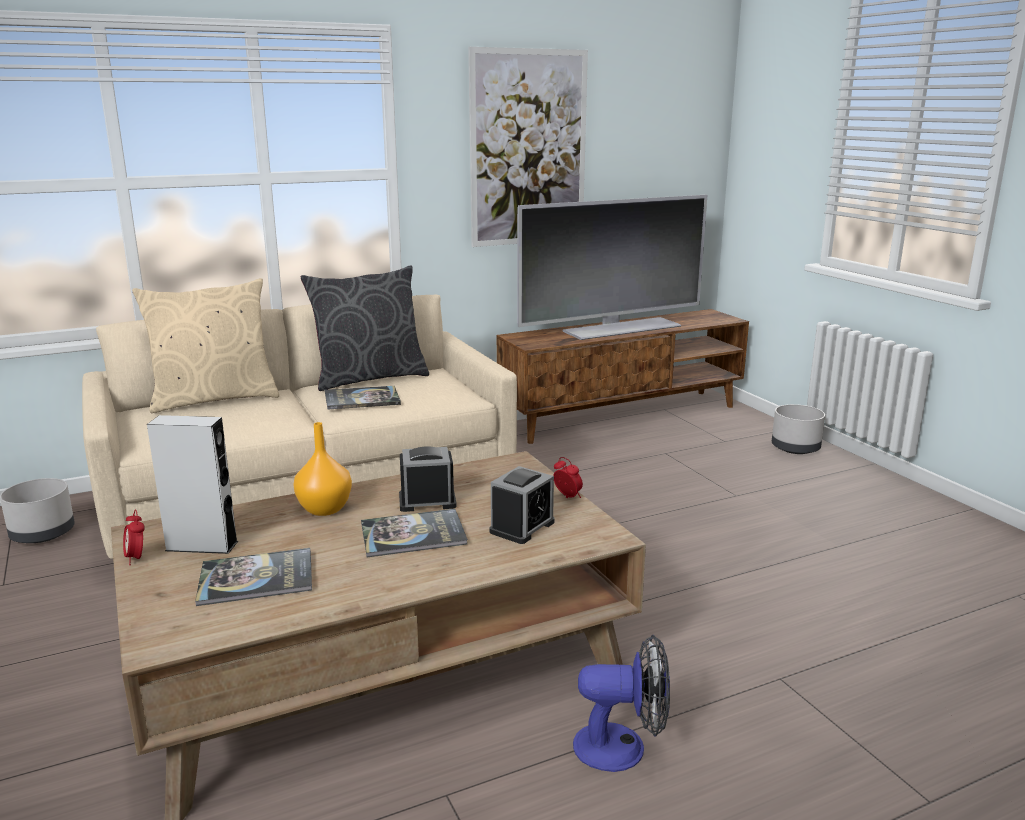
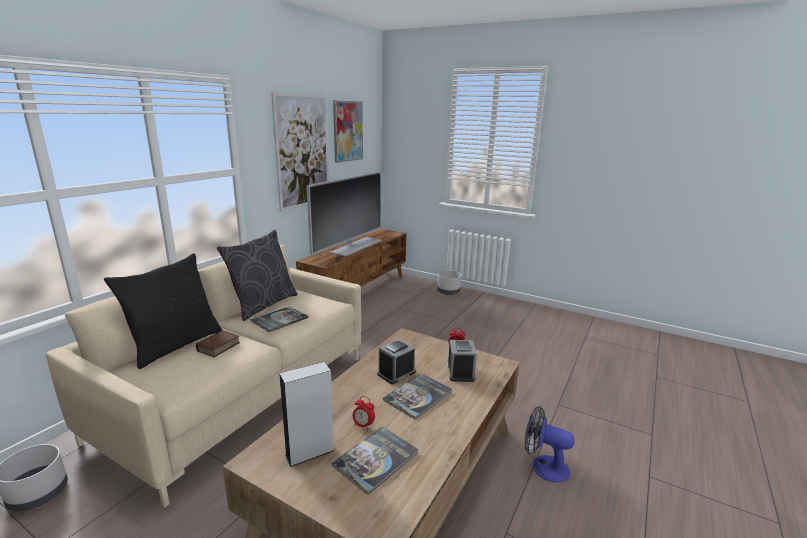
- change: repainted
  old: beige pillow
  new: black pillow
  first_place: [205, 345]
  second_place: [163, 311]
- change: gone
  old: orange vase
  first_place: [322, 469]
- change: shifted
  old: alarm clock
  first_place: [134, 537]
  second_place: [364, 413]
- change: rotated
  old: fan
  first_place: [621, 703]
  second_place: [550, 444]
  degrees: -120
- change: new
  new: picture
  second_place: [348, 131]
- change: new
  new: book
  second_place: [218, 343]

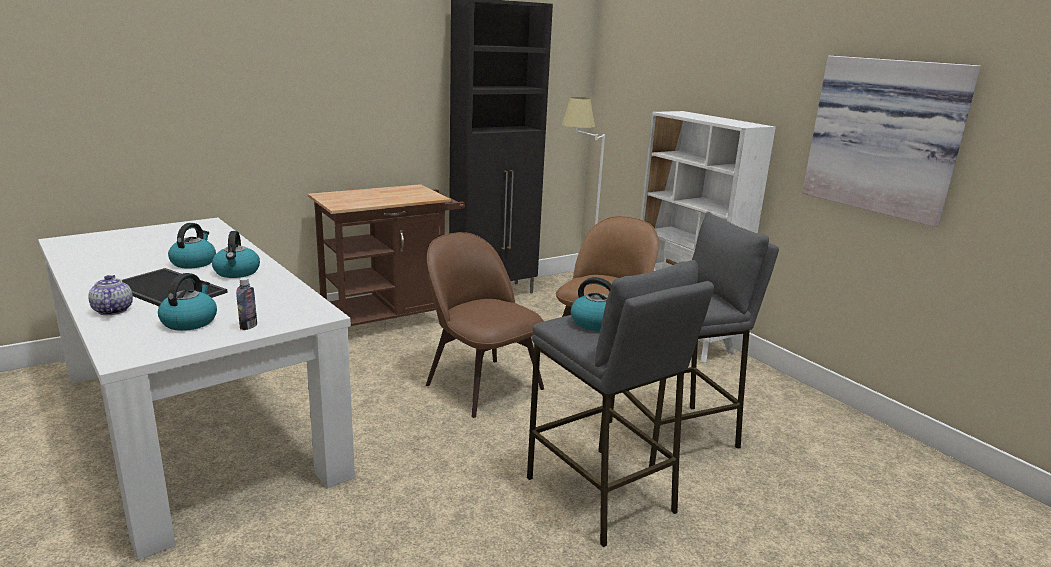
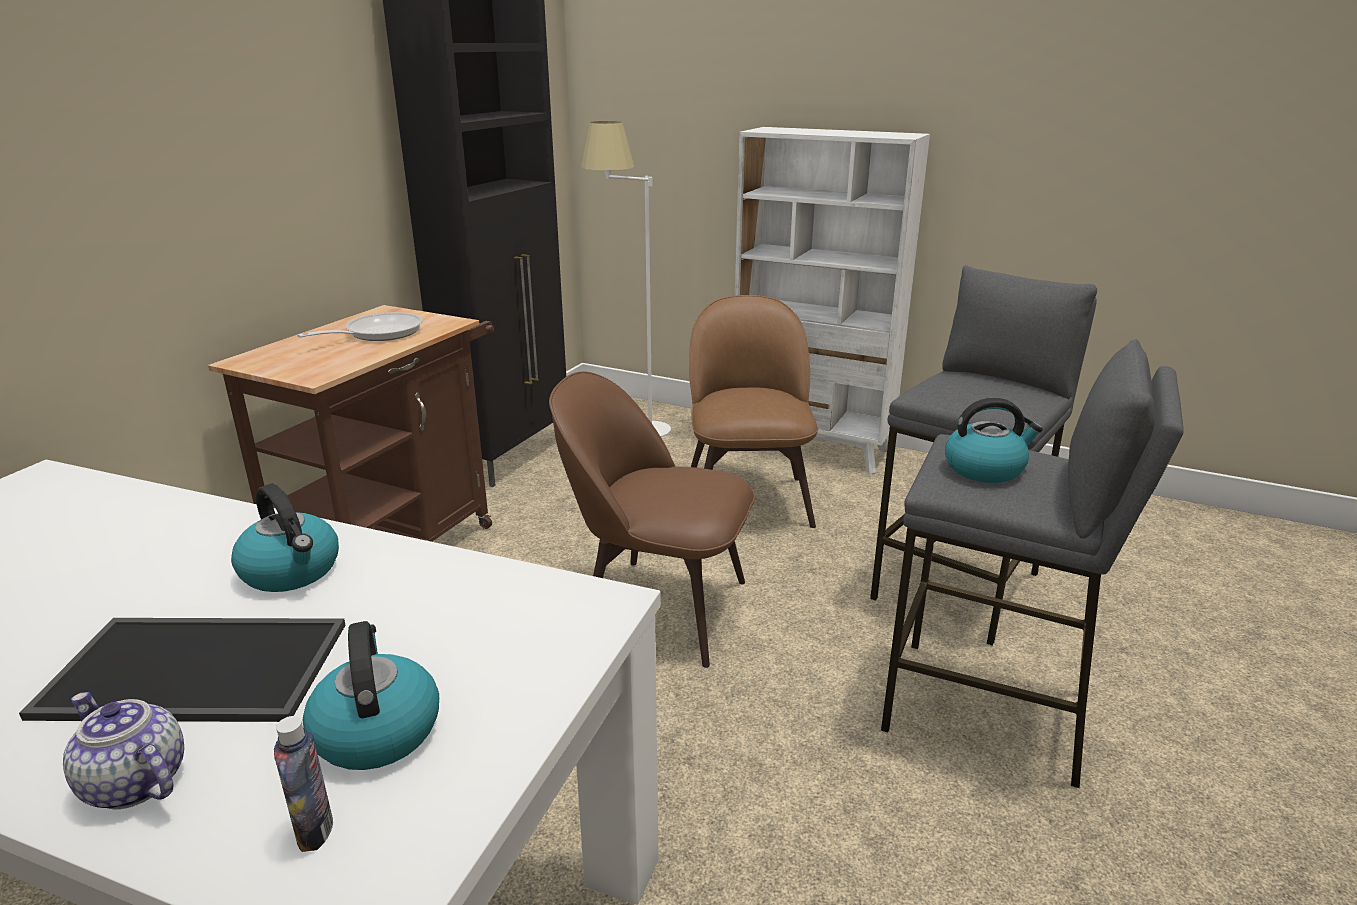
- change: gone
  old: picture
  first_place: [891, 141]
- change: gone
  old: kettle
  first_place: [192, 246]
- change: shifted
  old: bottle
  first_place: [246, 304]
  second_place: [303, 784]
- change: new
  new: frying pan
  second_place: [360, 326]

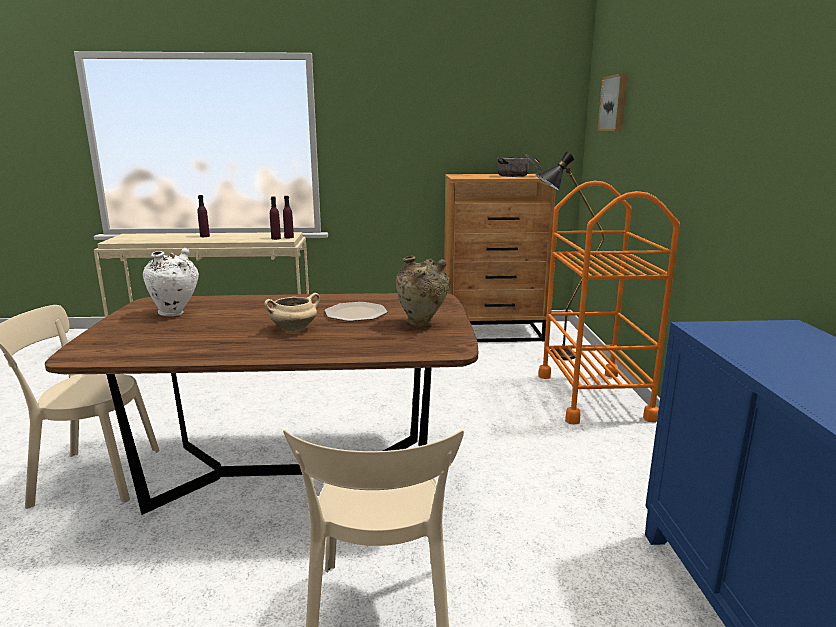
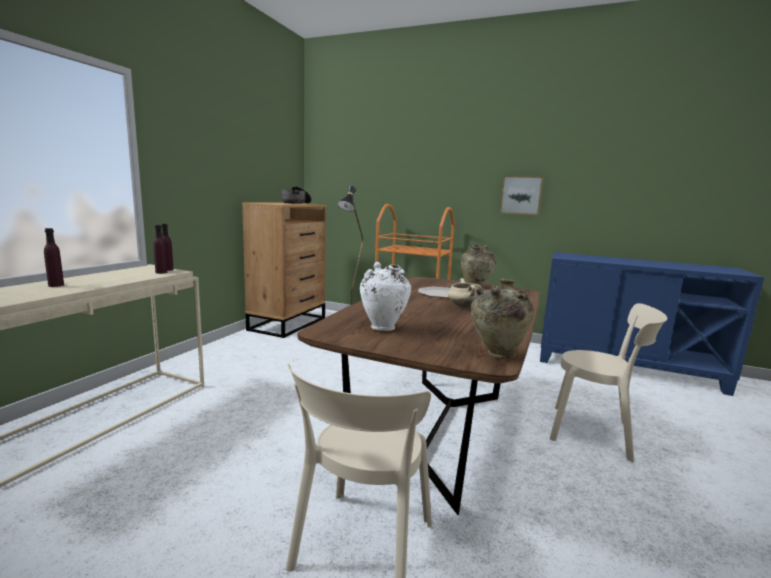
- change: shifted
  old: picture
  first_place: [612, 102]
  second_place: [521, 195]
- change: new
  new: beige vase
  second_place: [502, 319]

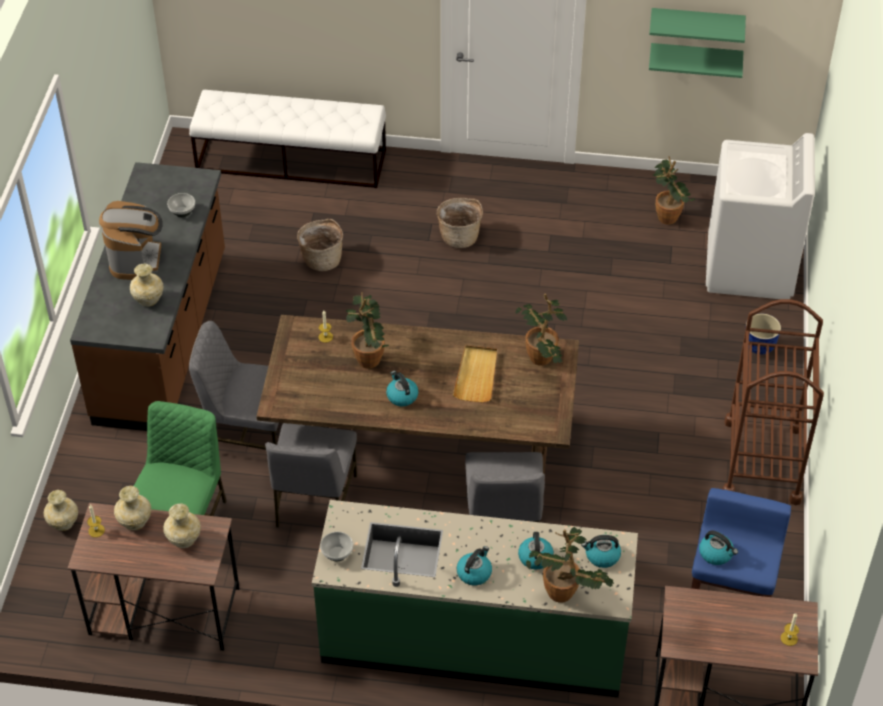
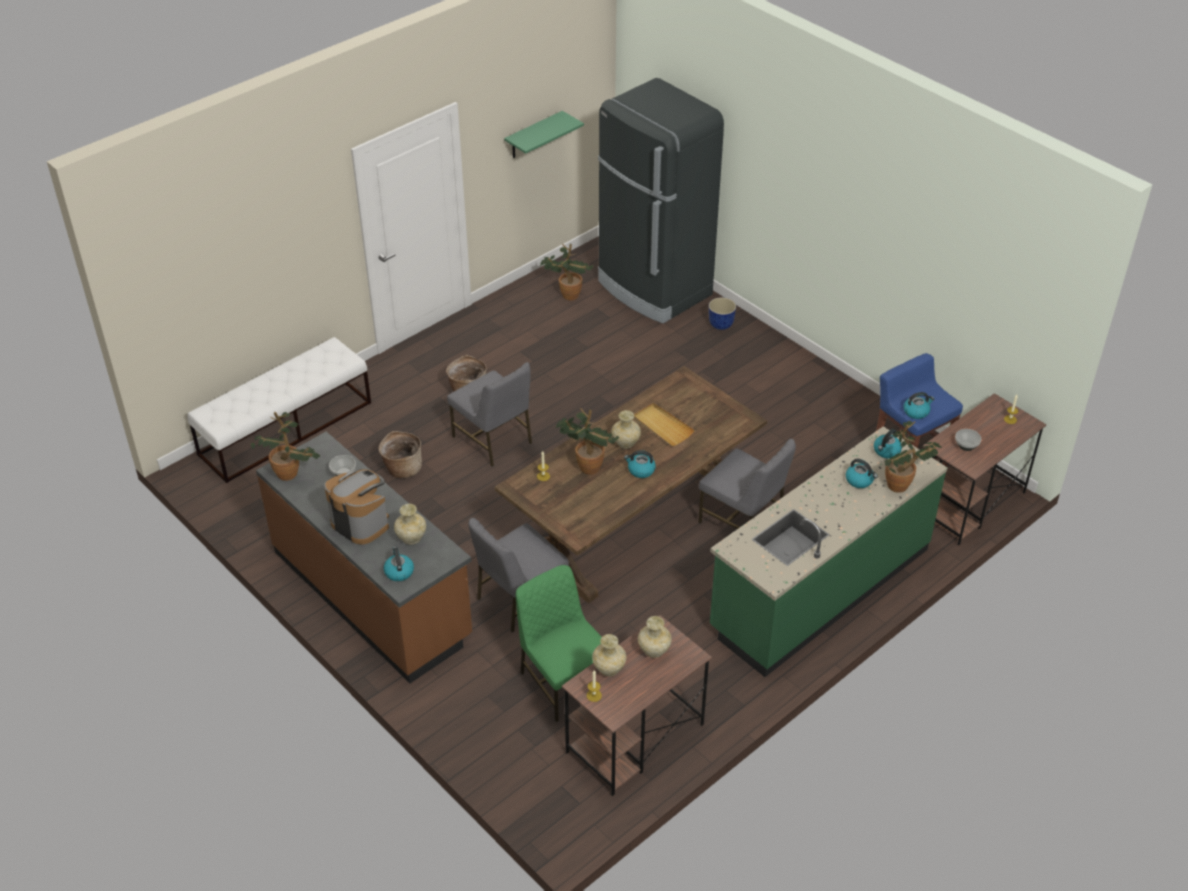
- change: gone
  old: green shelf
  first_place: [696, 60]
- change: swapped
  old: white washing machine
  new: black fridge
  first_place: [760, 216]
  second_place: [661, 201]
- change: shifted
  old: potted plant
  first_place: [541, 329]
  second_place: [285, 446]
- change: gone
  old: brown cart
  first_place: [773, 402]
- change: shifted
  old: grey chair
  first_place: [311, 475]
  second_place: [489, 414]
- change: shifted
  old: beige vase
  first_place: [61, 510]
  second_place: [626, 429]
- change: shifted
  old: bowl
  first_place: [336, 546]
  second_place: [968, 440]
- change: shifted
  old: kettle
  first_place: [474, 566]
  second_place: [399, 564]

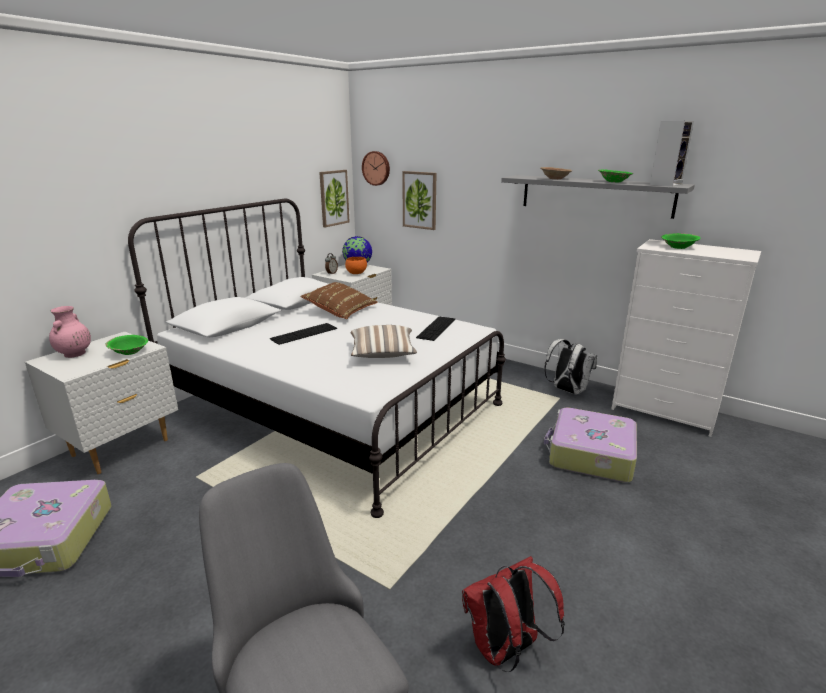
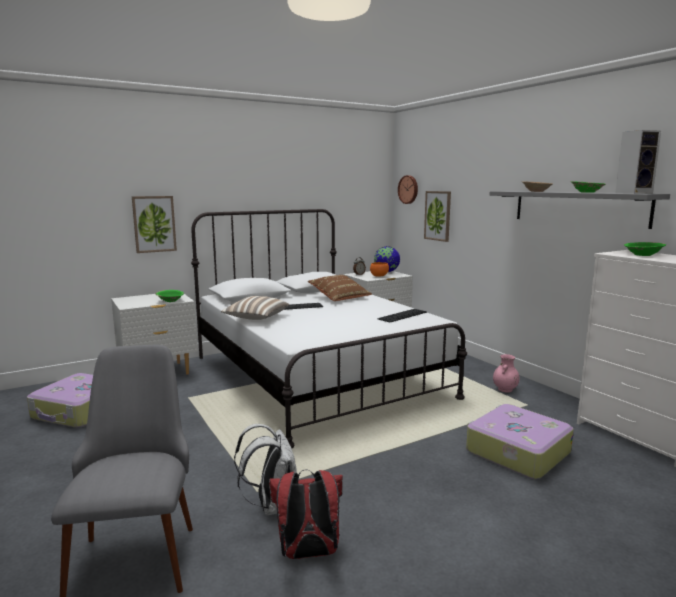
- change: shifted
  old: picture
  first_place: [334, 199]
  second_place: [154, 224]
- change: shifted
  old: pink vase
  first_place: [70, 332]
  second_place: [506, 373]
- change: shifted
  old: pillow
  first_place: [384, 341]
  second_place: [255, 308]
- change: shifted
  old: white backpack
  first_place: [570, 366]
  second_place: [265, 469]

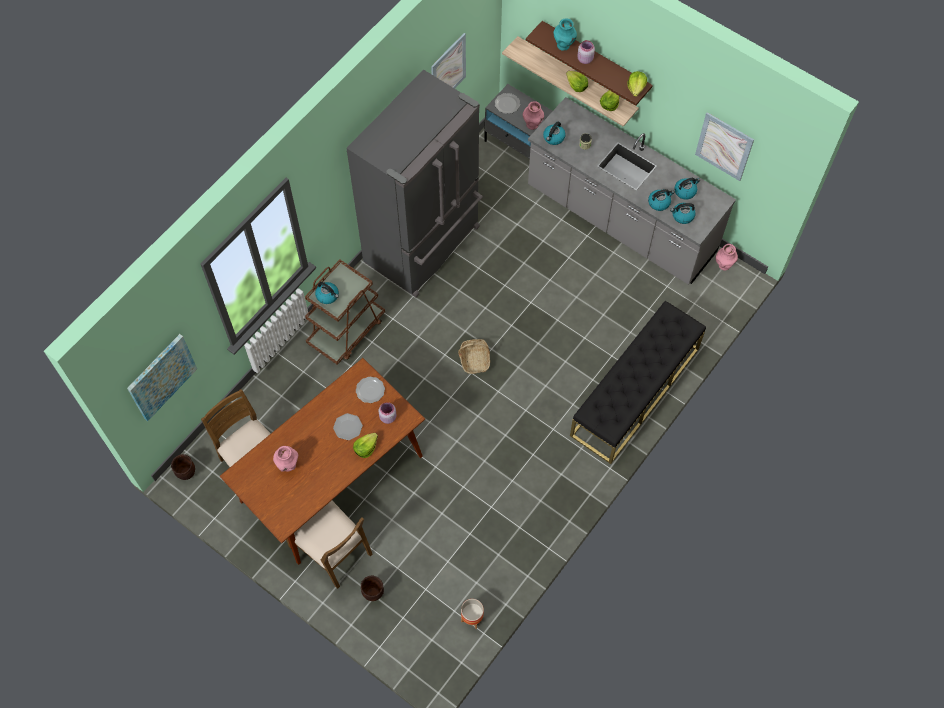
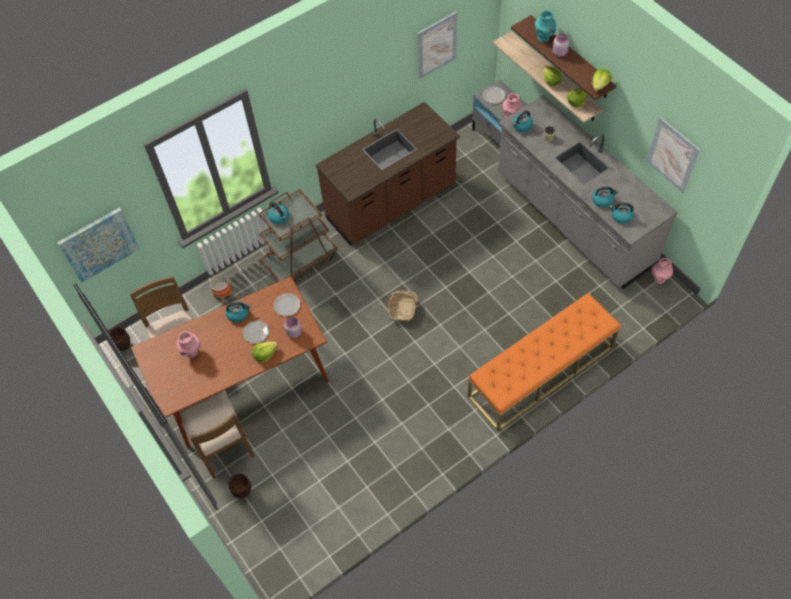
- change: swapped
  old: grey fridge
  new: brown counter
  first_place: [414, 183]
  second_place: [388, 173]
- change: shifted
  old: kettle
  first_place: [687, 189]
  second_place: [238, 312]
- change: repainted
  old: black bench
  new: orange bench
  first_place: [638, 382]
  second_place: [544, 362]
- change: shifted
  old: planter
  first_place: [472, 614]
  second_place: [222, 289]

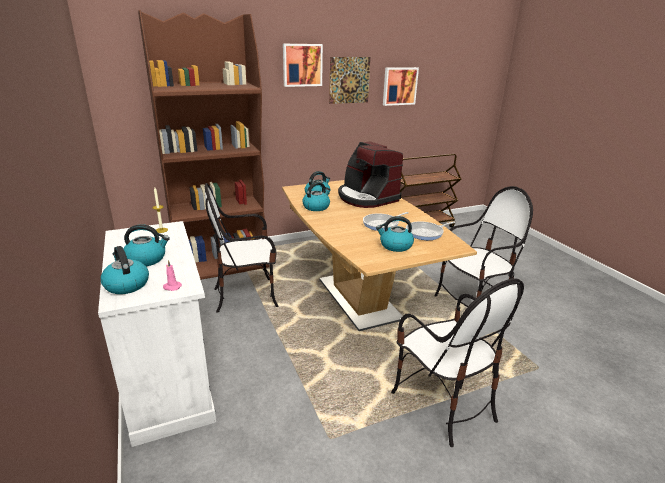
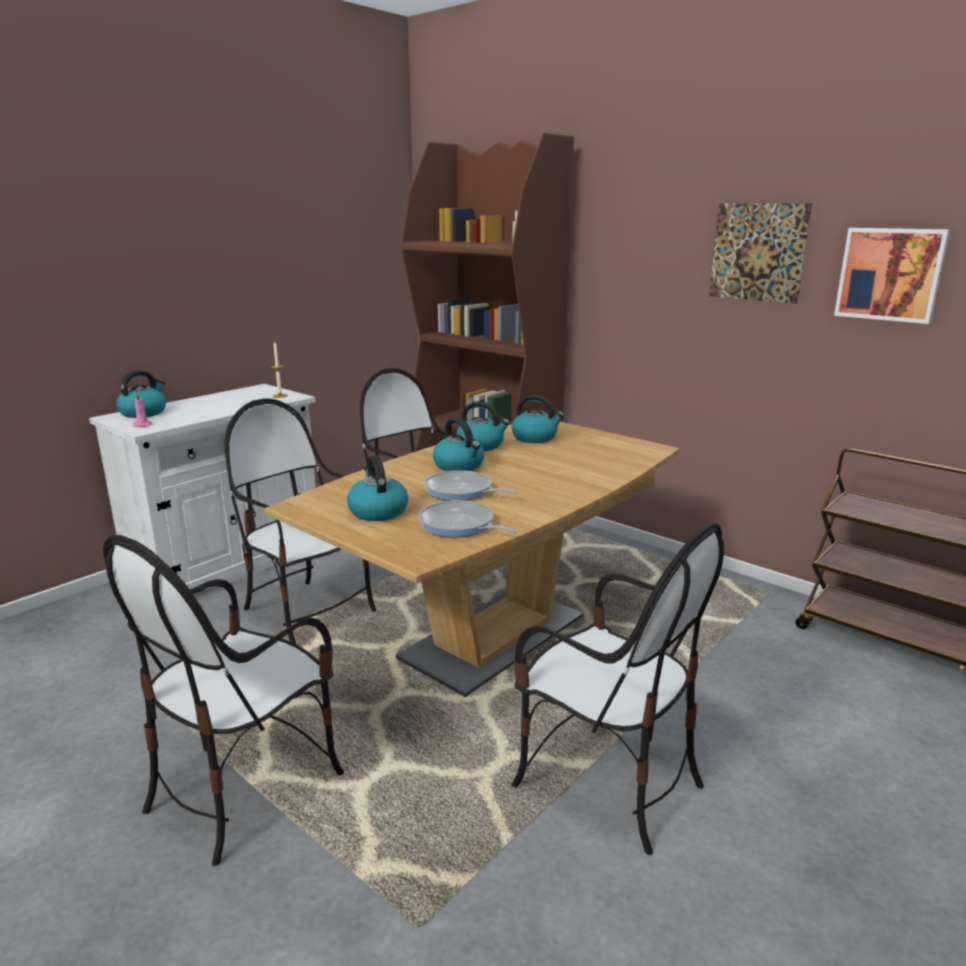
- change: gone
  old: picture
  first_place: [303, 65]
- change: gone
  old: coffee machine
  first_place: [370, 174]
- change: shifted
  old: kettle
  first_place: [147, 245]
  second_place: [458, 444]
- change: new
  new: chair
  second_place: [300, 521]

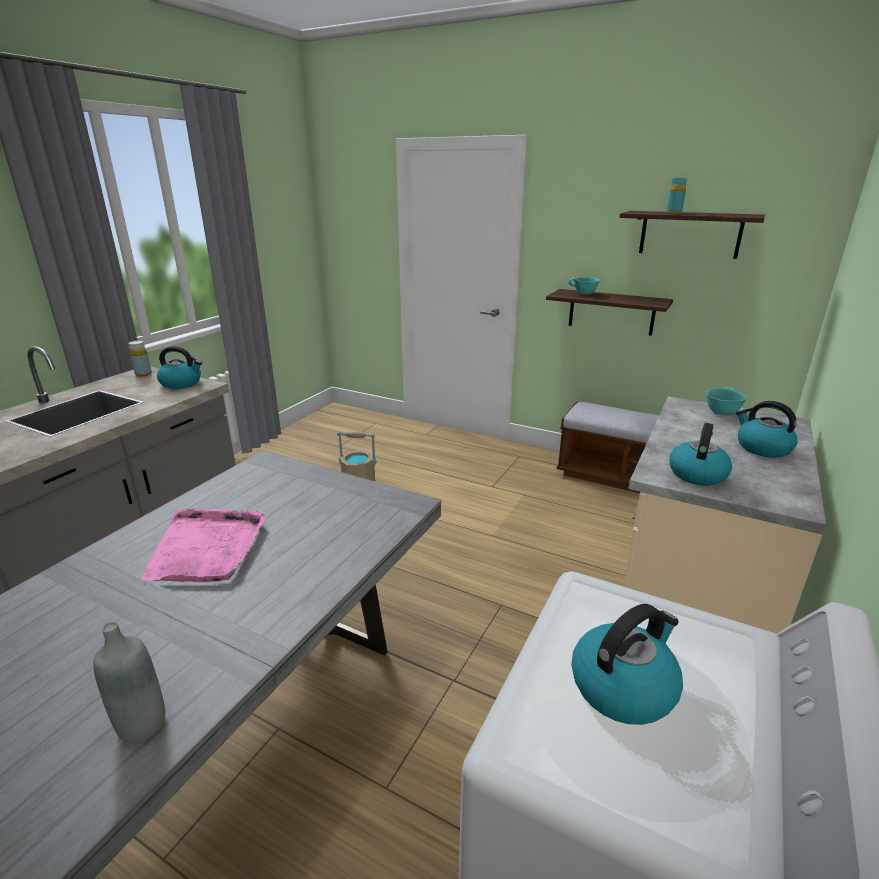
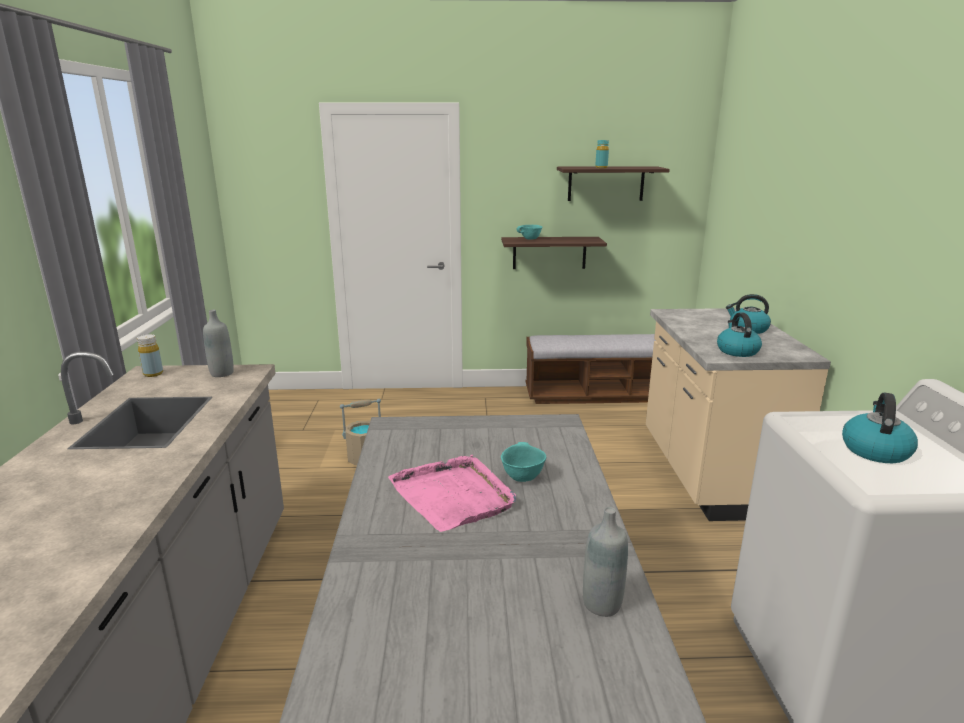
- change: swapped
  old: kettle
  new: grey bottle
  first_place: [179, 367]
  second_place: [218, 343]
- change: shifted
  old: turquoise bowl
  first_place: [726, 401]
  second_place: [523, 462]

